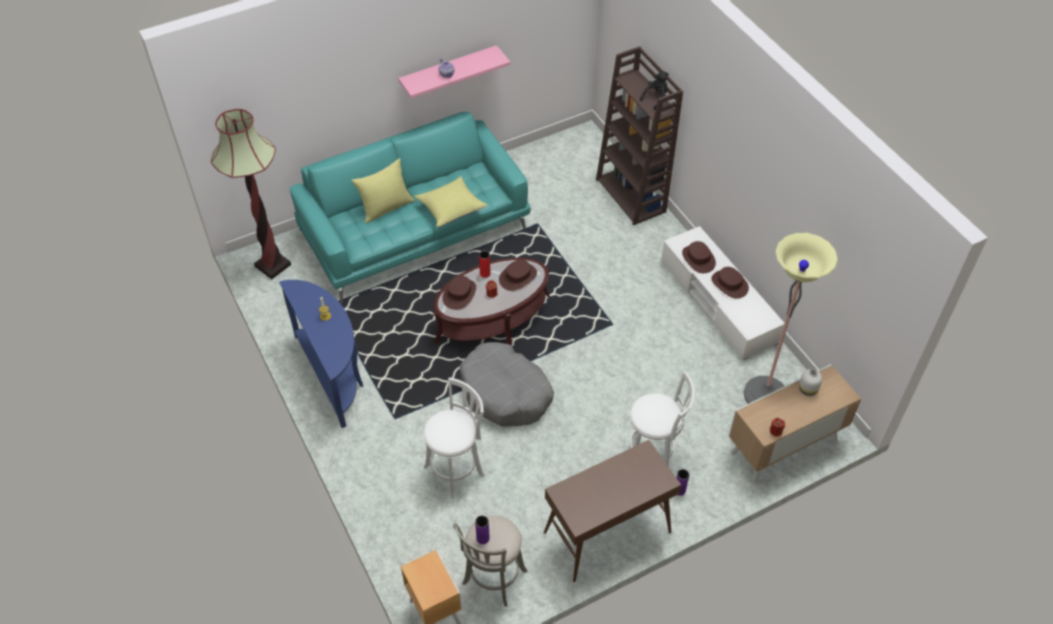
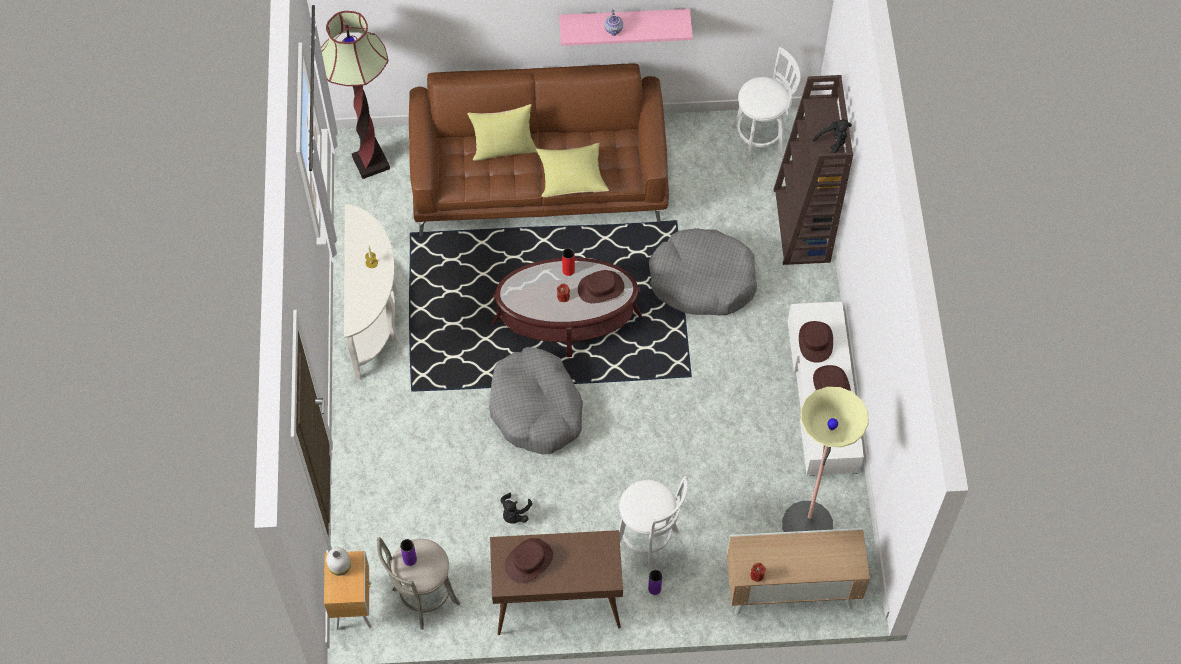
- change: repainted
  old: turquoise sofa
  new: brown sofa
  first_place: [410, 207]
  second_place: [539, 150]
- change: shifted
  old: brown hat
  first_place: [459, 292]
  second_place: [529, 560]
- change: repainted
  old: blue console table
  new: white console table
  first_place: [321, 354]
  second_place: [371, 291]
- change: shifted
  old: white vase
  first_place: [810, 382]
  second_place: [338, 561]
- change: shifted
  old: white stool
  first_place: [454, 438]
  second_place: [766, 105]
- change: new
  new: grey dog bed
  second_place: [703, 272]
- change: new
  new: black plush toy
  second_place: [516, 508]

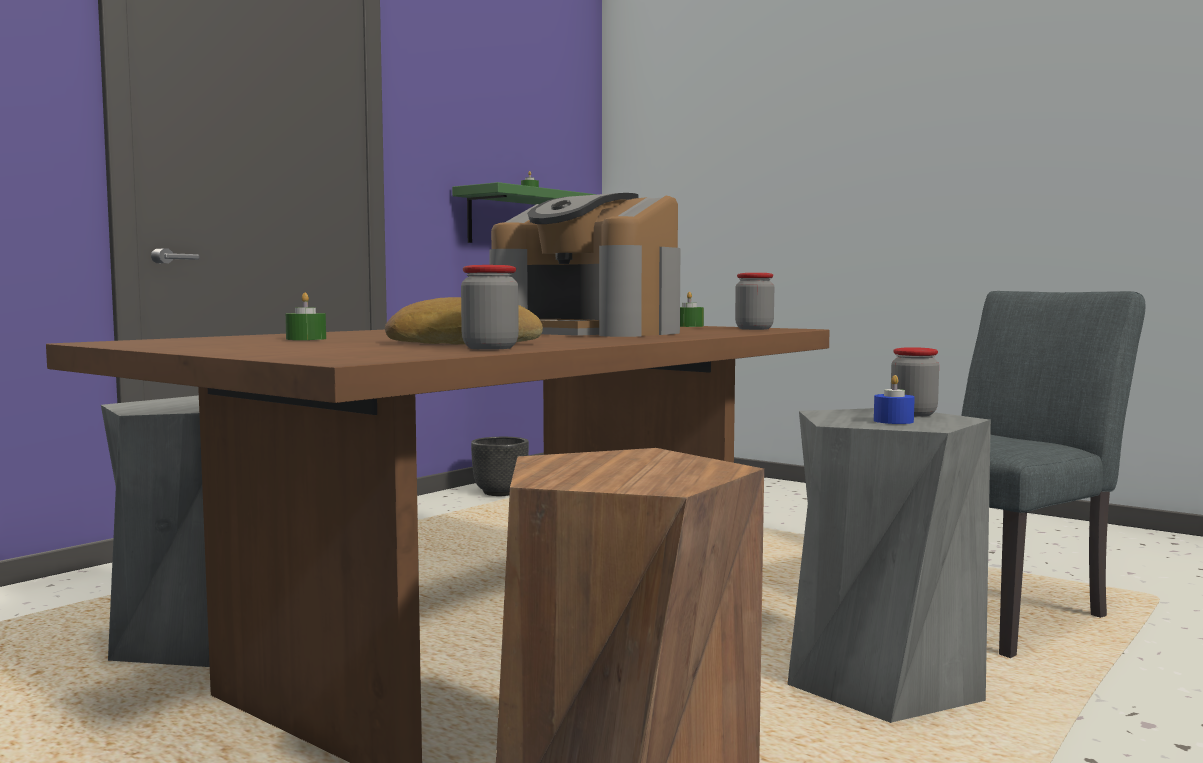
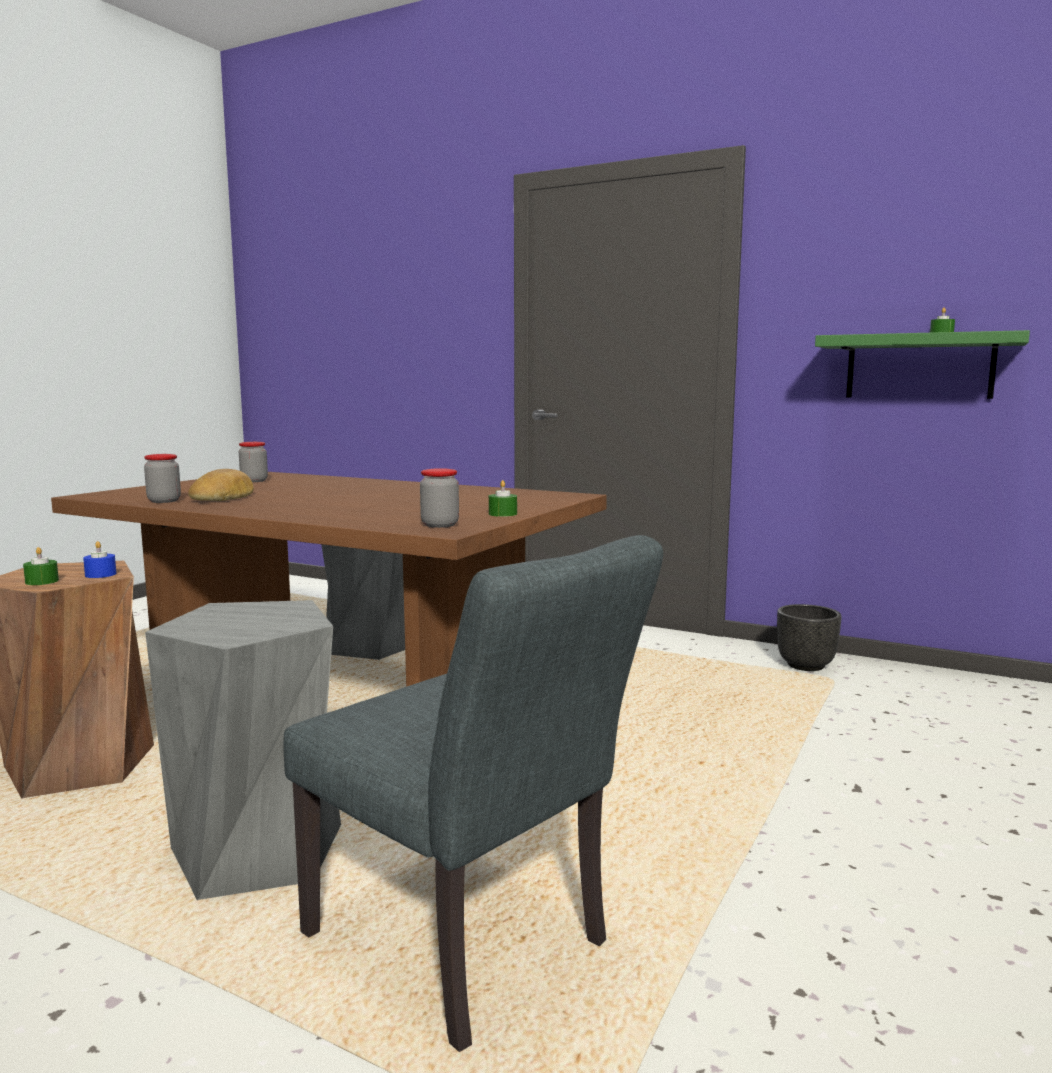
- change: gone
  old: coffee machine
  first_place: [585, 265]
- change: shifted
  old: green candle
  first_place: [305, 316]
  second_place: [41, 566]
- change: shifted
  old: jar
  first_place: [915, 381]
  second_place: [253, 462]
- change: shifted
  old: blue candle
  first_place: [894, 399]
  second_place: [100, 559]

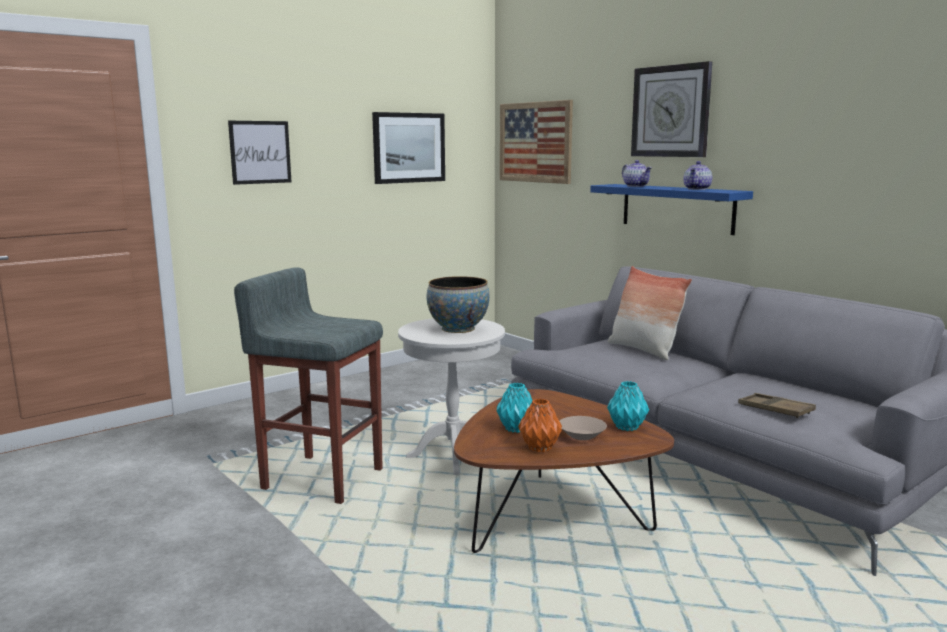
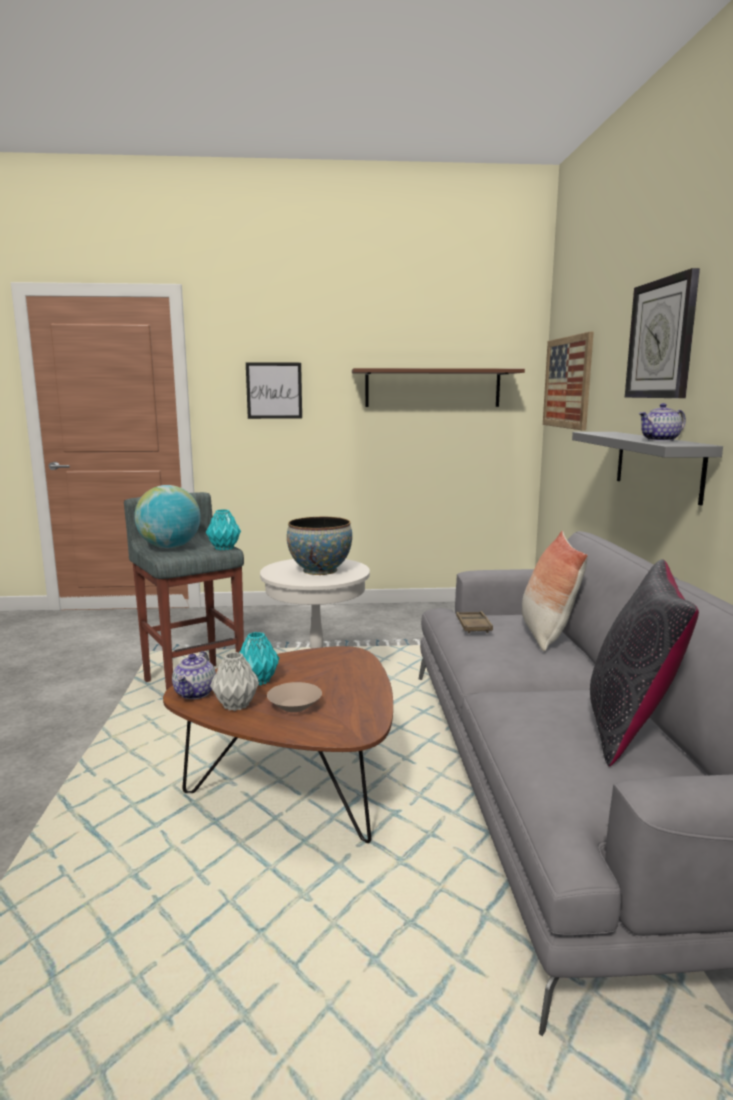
- change: swapped
  old: picture
  new: brown shelf
  first_place: [408, 148]
  second_place: [438, 387]
- change: shifted
  old: teapot
  first_place: [637, 173]
  second_place: [194, 675]
- change: repainted
  old: blue shelf
  new: grey shelf
  first_place: [671, 209]
  second_place: [647, 469]
- change: shifted
  old: turquoise vase
  first_place: [628, 406]
  second_place: [223, 529]
- change: shifted
  old: brown tray
  first_place: [777, 405]
  second_place: [474, 622]
- change: repainted
  old: orange vase
  new: grey vase
  first_place: [540, 425]
  second_place: [234, 681]
- change: new
  new: globe
  second_place: [167, 516]
- change: new
  new: black pillow
  second_place: [644, 663]

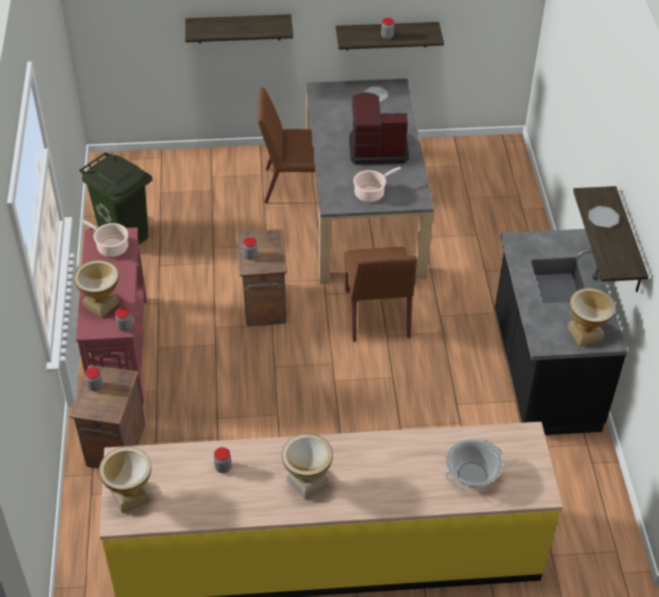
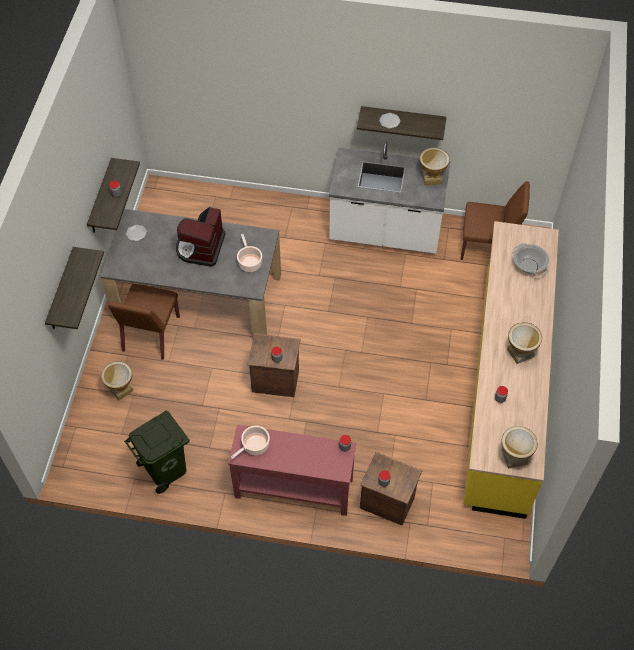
- change: repainted
  old: black counter
  new: white counter
  first_place: [561, 332]
  second_place: [389, 198]
- change: shifted
  old: brown chair
  first_place: [380, 294]
  second_place: [495, 220]
- change: shifted
  old: vase
  first_place: [96, 289]
  second_place: [117, 380]

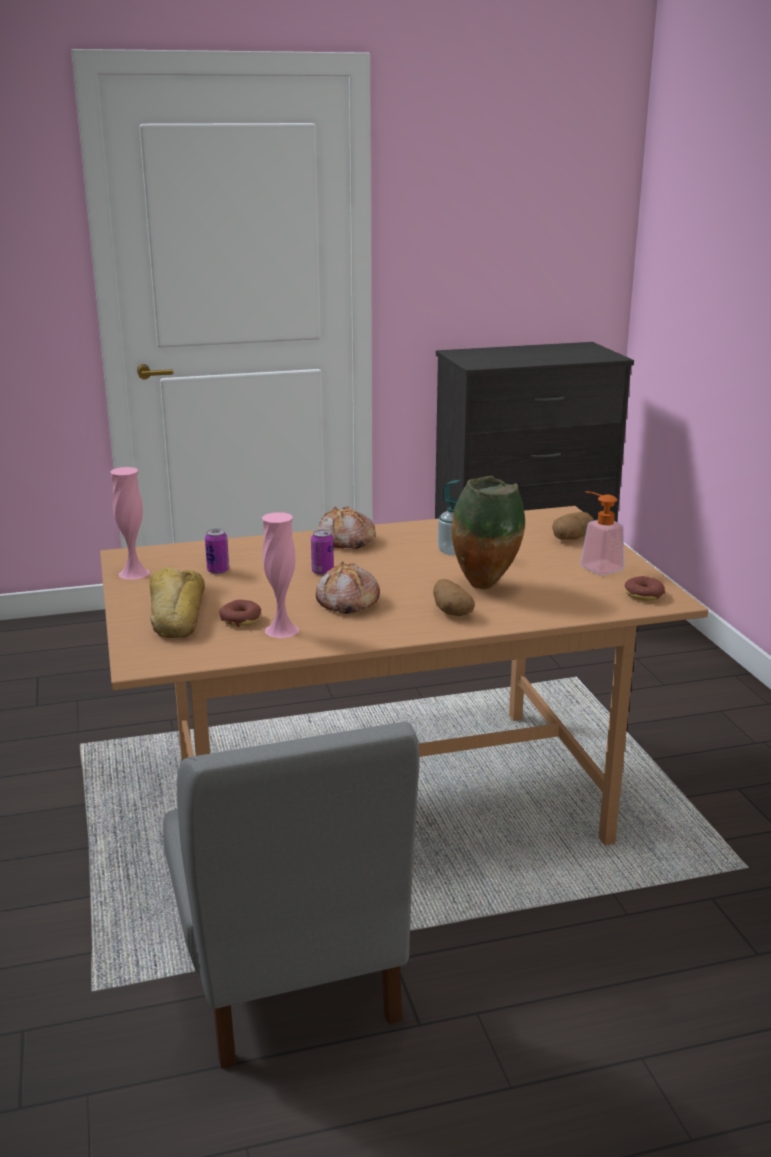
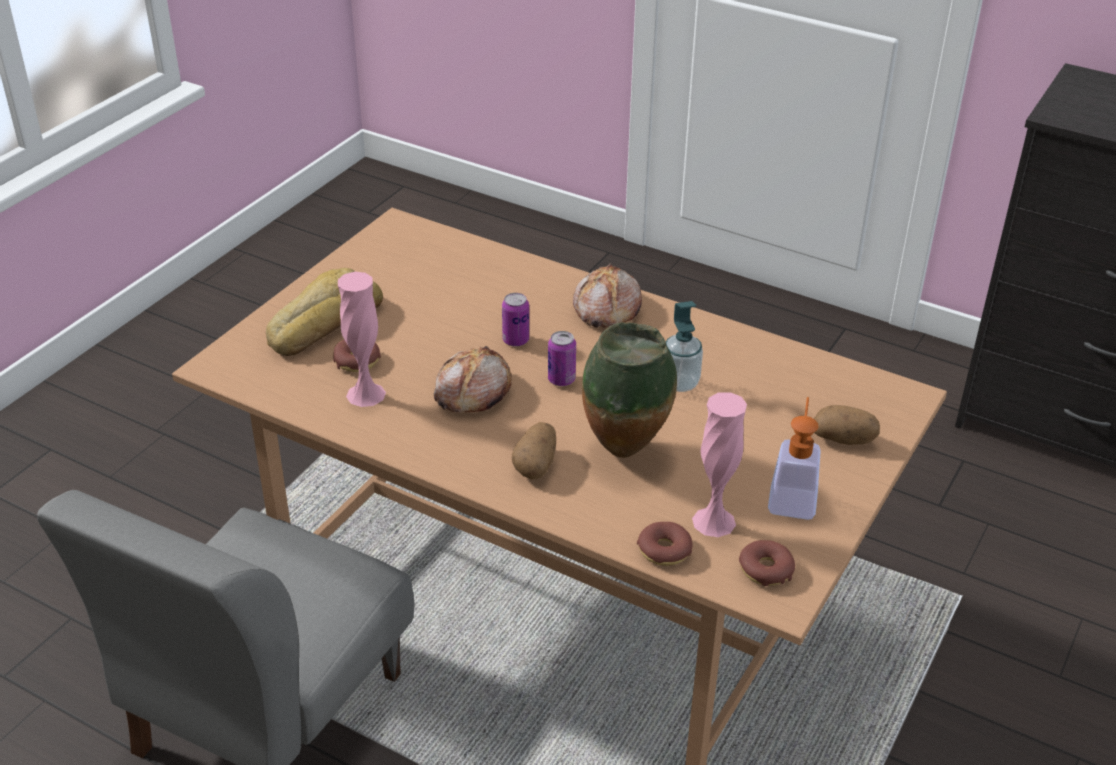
- change: shifted
  old: pink vase
  first_place: [130, 523]
  second_place: [719, 464]
- change: shifted
  old: can
  first_place: [217, 551]
  second_place: [562, 358]
- change: new
  new: donut
  second_place: [665, 544]

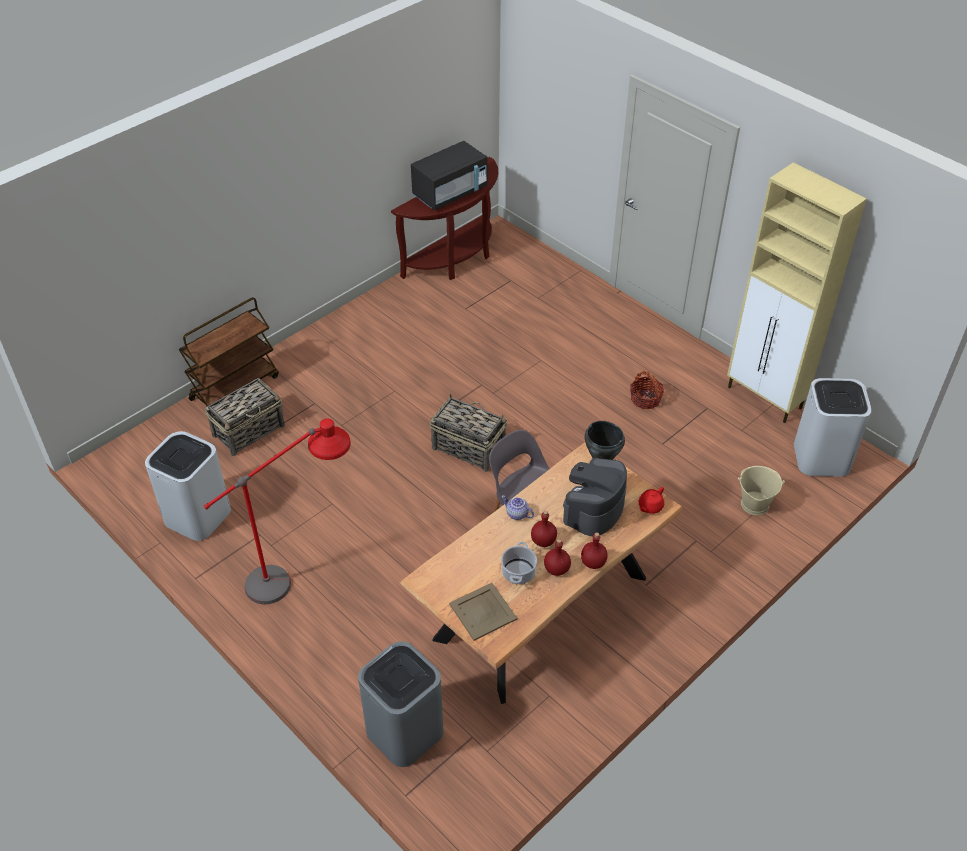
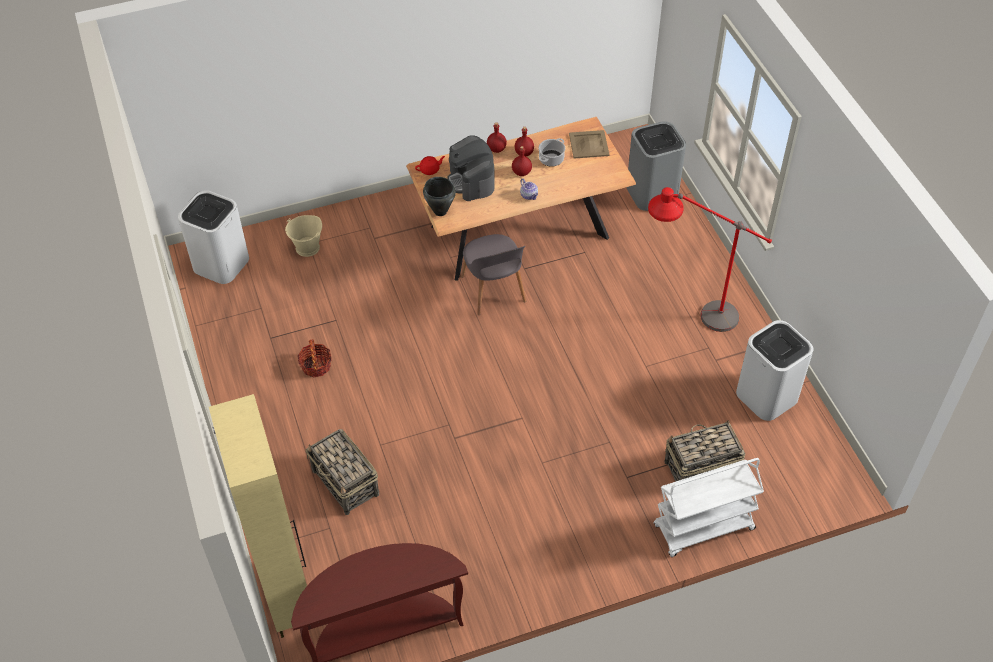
- change: gone
  old: black microwave
  first_place: [449, 175]
- change: shifted
  old: beige cabinet
  first_place: [797, 292]
  second_place: [258, 516]
- change: repainted
  old: brown cart
  new: white cart
  first_place: [229, 351]
  second_place: [709, 507]
- change: shifted
  old: basket
  first_place: [468, 432]
  second_place: [342, 472]
- change: rotated
  old: coffee machine
  first_place: [595, 497]
  second_place: [471, 168]
  degrees: 105

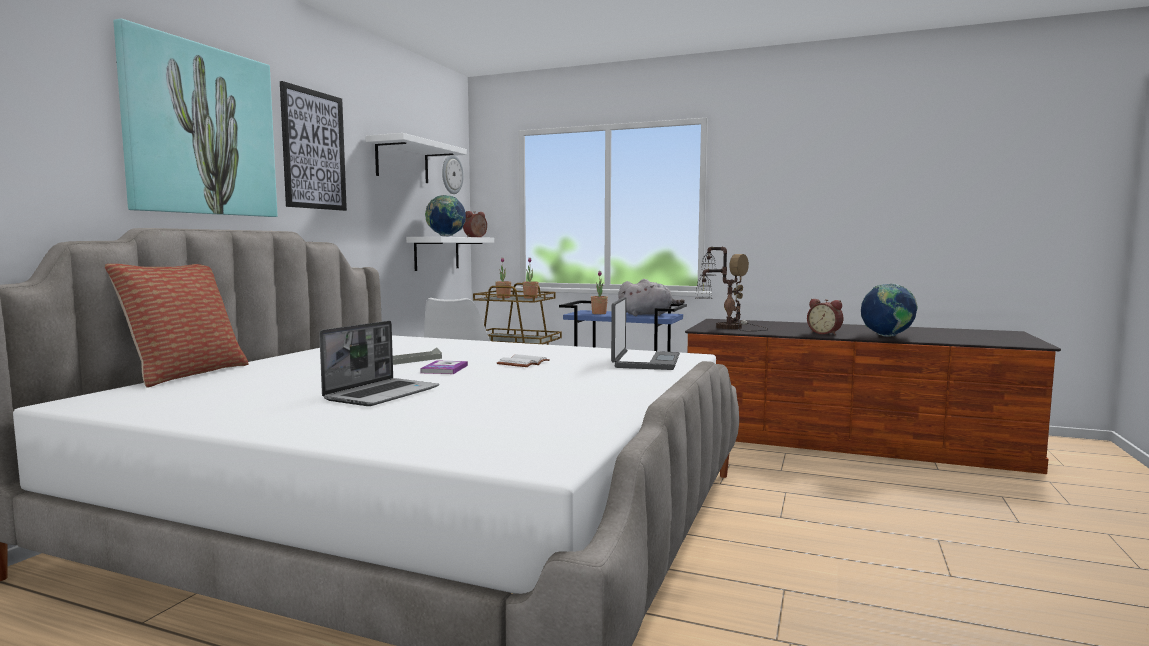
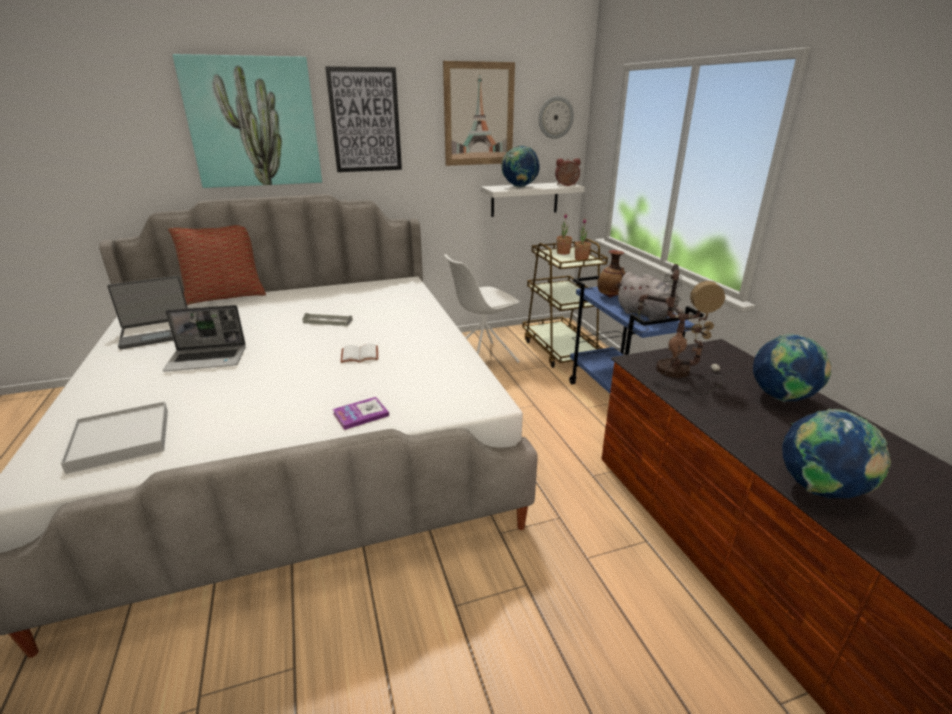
- change: swapped
  old: white shelf
  new: picture
  first_place: [416, 158]
  second_place: [479, 113]
- change: swapped
  old: potted plant
  new: vase
  first_place: [599, 292]
  second_place: [611, 273]
- change: shifted
  old: laptop
  first_place: [645, 333]
  second_place: [147, 312]
- change: gone
  old: alarm clock
  first_place: [825, 317]
- change: shifted
  old: book
  first_place: [444, 367]
  second_place: [361, 413]
- change: new
  new: globe
  second_place: [792, 368]
- change: new
  new: white tray
  second_place: [114, 437]

